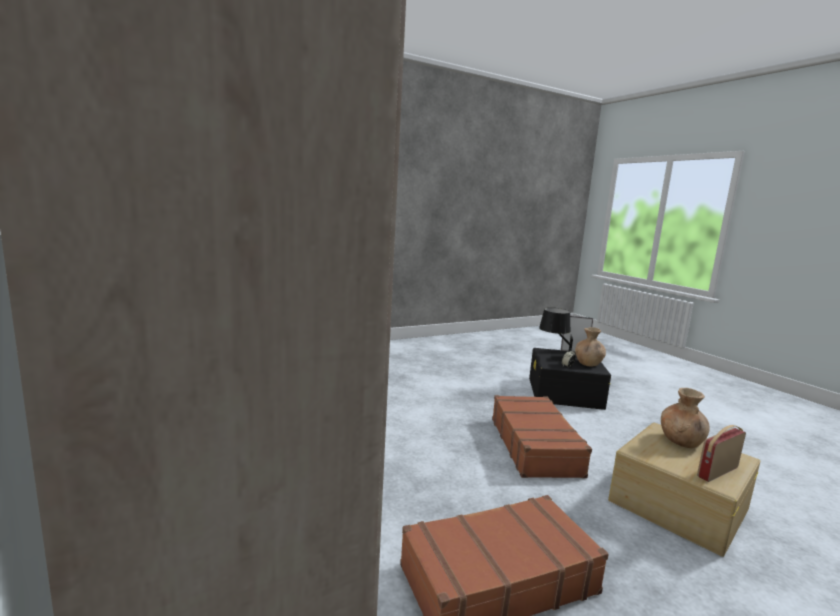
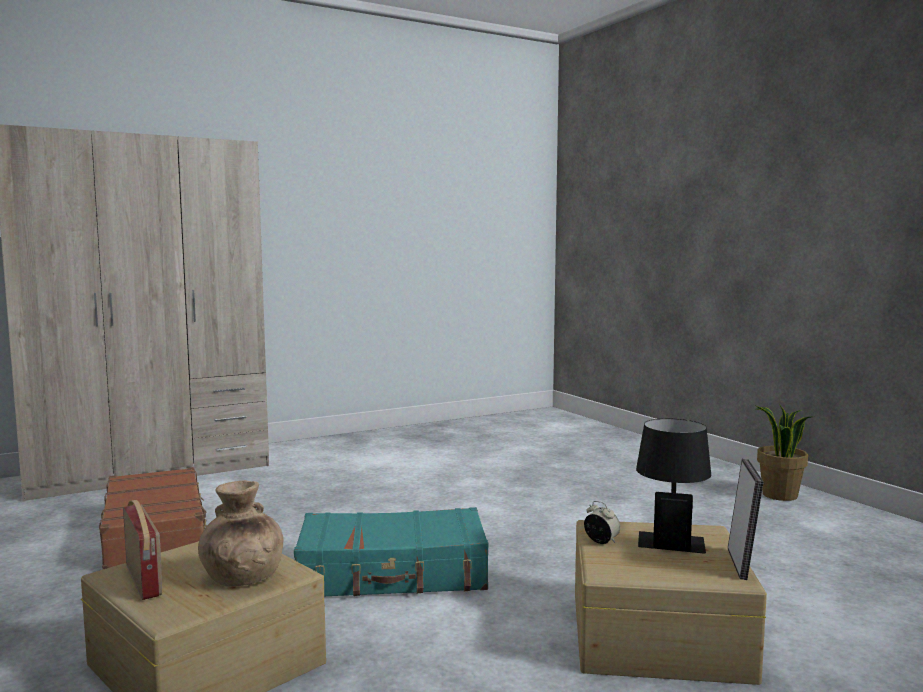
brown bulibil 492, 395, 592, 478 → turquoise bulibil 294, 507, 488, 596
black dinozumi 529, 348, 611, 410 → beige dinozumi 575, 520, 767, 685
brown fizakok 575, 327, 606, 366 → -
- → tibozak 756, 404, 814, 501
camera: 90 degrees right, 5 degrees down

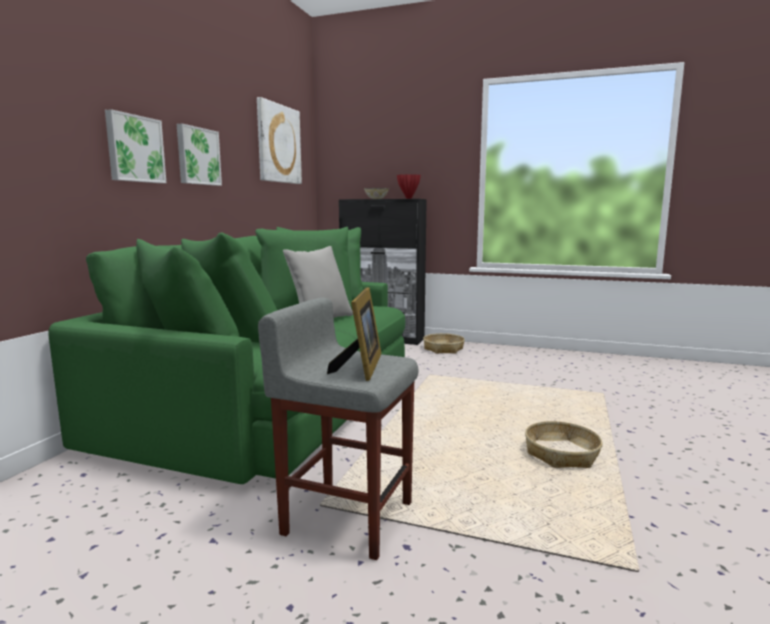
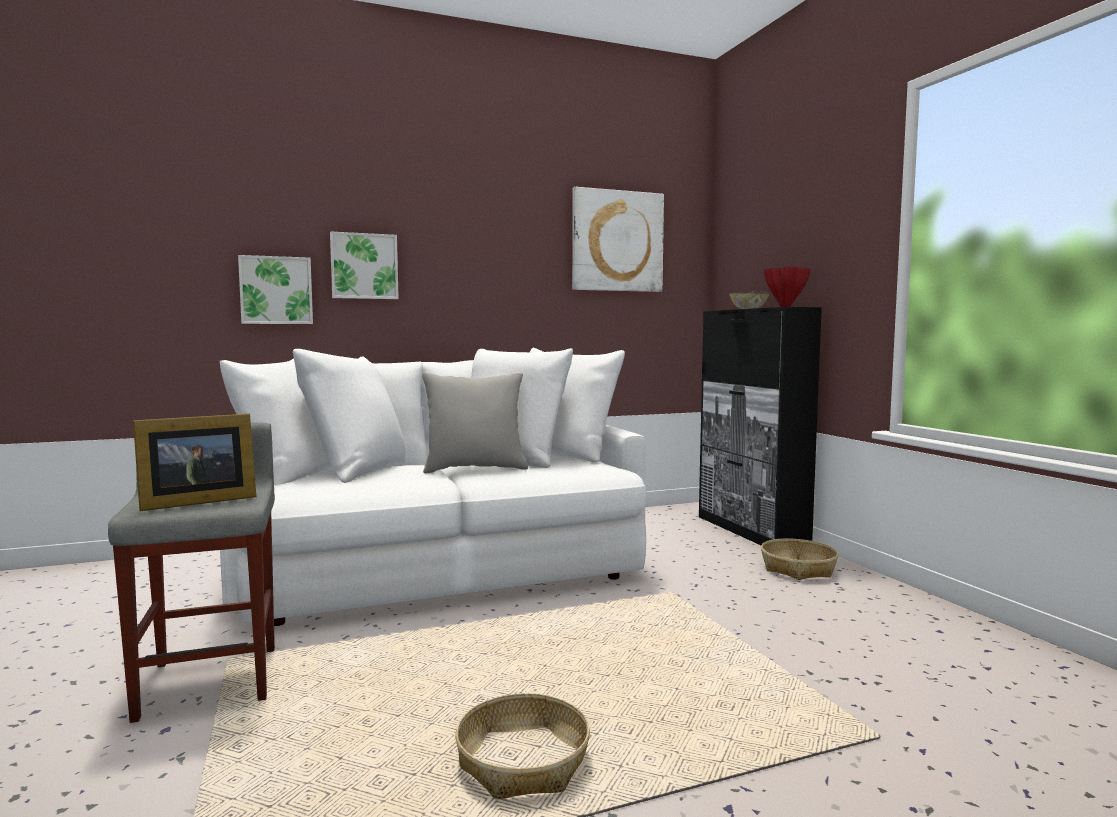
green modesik 48, 227, 405, 484 → white modesik 220, 348, 647, 626
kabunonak 177, 124, 222, 186 → kabunonak 238, 255, 313, 324, shifted
camera: 50 degrees right, 5 degrees down

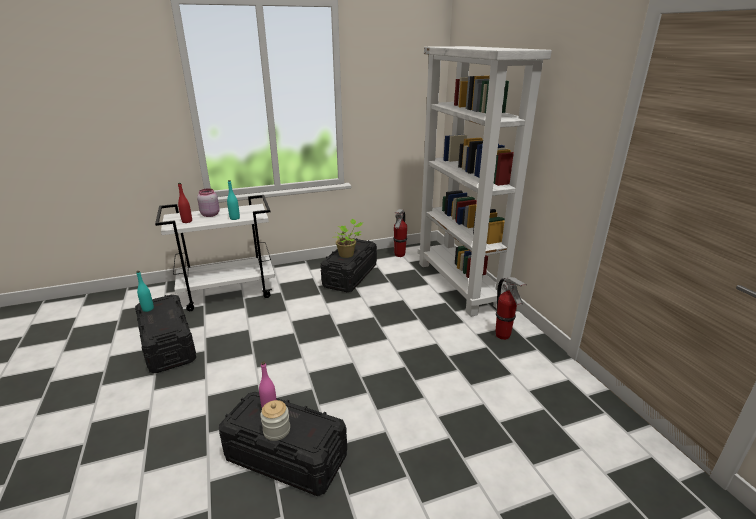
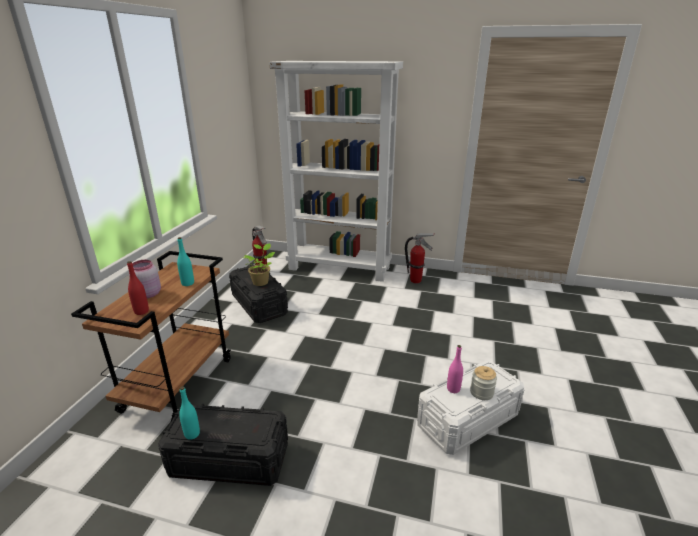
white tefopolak 155, 195, 275, 311 → brown tefopolak 71, 251, 231, 421
black dinozumi 219, 392, 347, 496 → white dinozumi 417, 361, 524, 455
camera: 55 degrees left, 0 degrees up

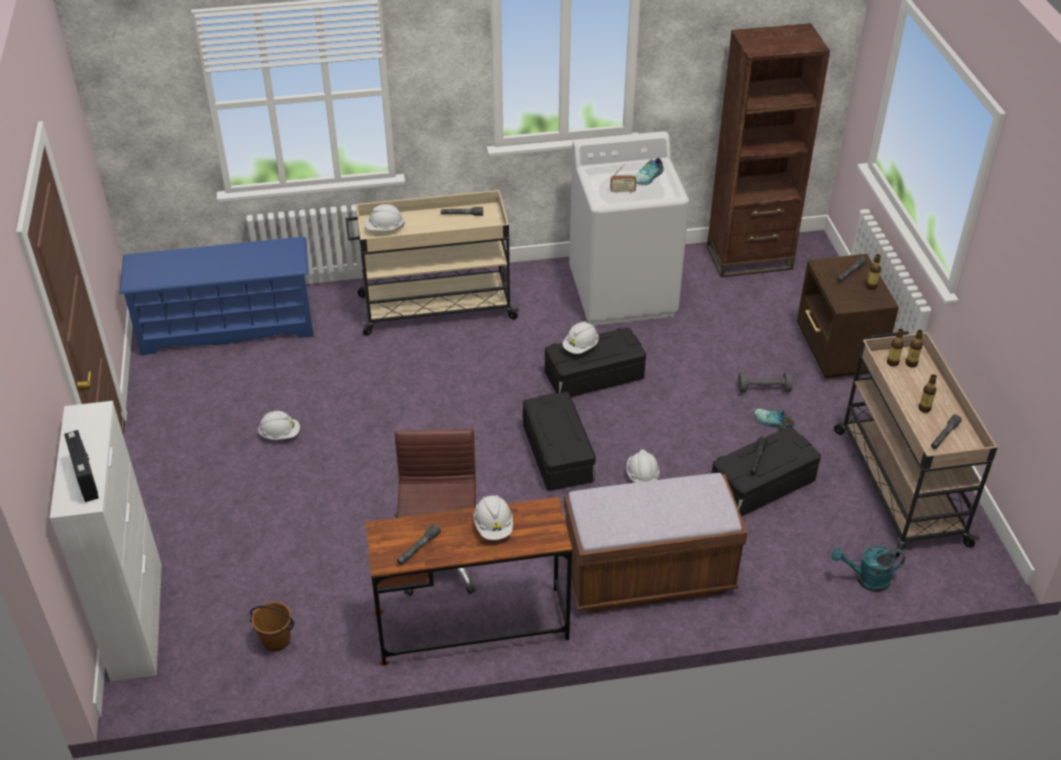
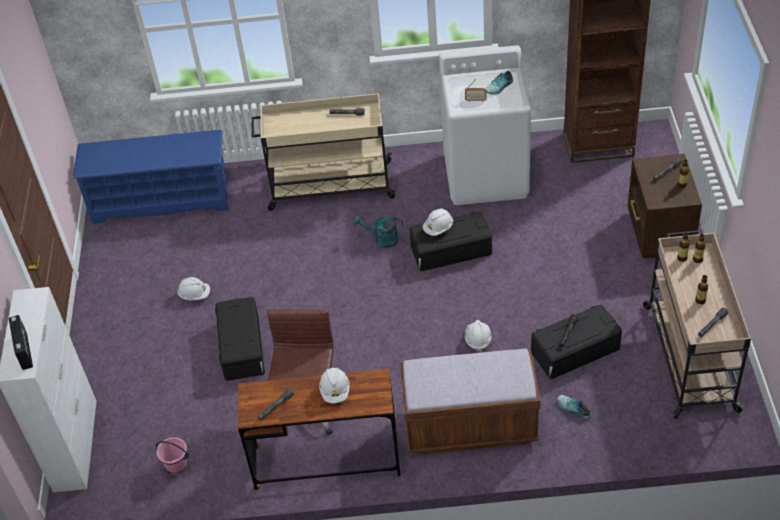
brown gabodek 250, 602, 295, 652 → pink gabodek 156, 437, 189, 475
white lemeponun 365, 204, 405, 231 → -
black dinozumi 523, 392, 596, 491 → black dinozumi 215, 297, 265, 381, shifted
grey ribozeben 738, 372, 793, 392 → -
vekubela 754, 409, 795, 429 → vekubela 557, 395, 592, 419, shifted
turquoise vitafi 832, 546, 905, 592 → turquoise vitafi 353, 216, 403, 248, shifted
camera: 10 degrees right, 5 degrees up

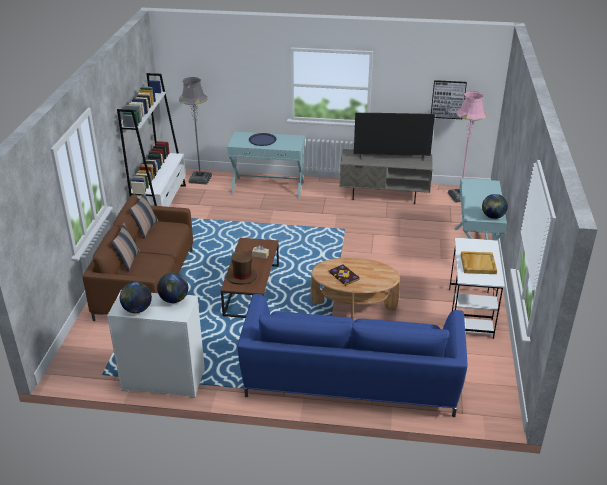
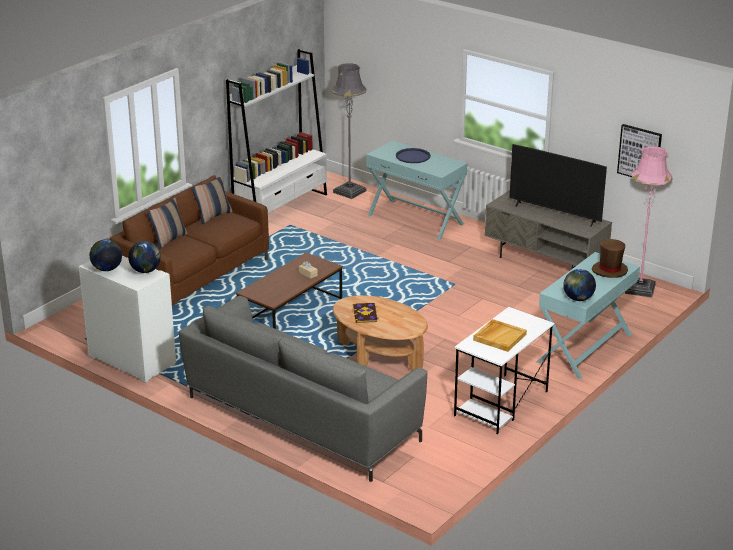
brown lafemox 227, 251, 257, 285 → brown lafemox 592, 239, 628, 278, shifted
blue modesik 237, 294, 468, 417 → grey modesik 179, 296, 427, 482
camera: 30 degrees right, 5 degrees down

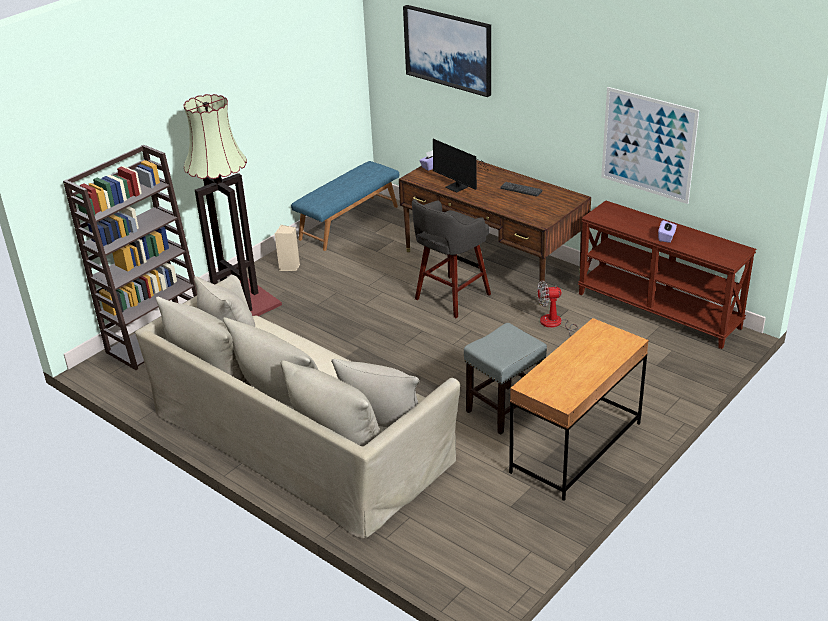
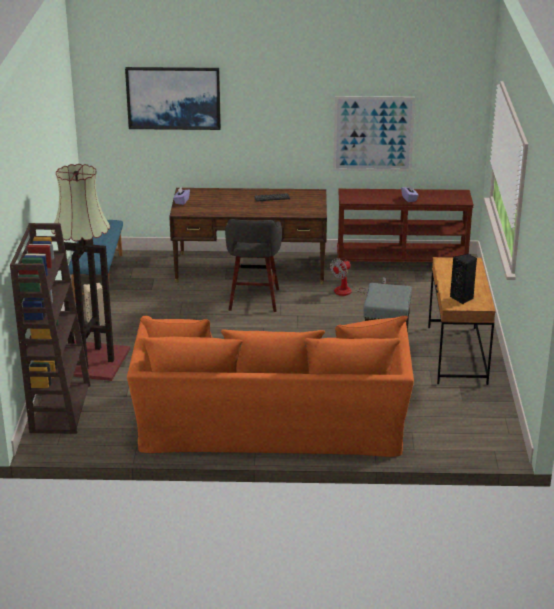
beige modesik 135, 275, 460, 538 → orange modesik 127, 316, 414, 457
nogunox 433, 139, 491, 193 → -
- → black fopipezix 450, 254, 477, 304
camera: 40 degrees left, 5 degrees down

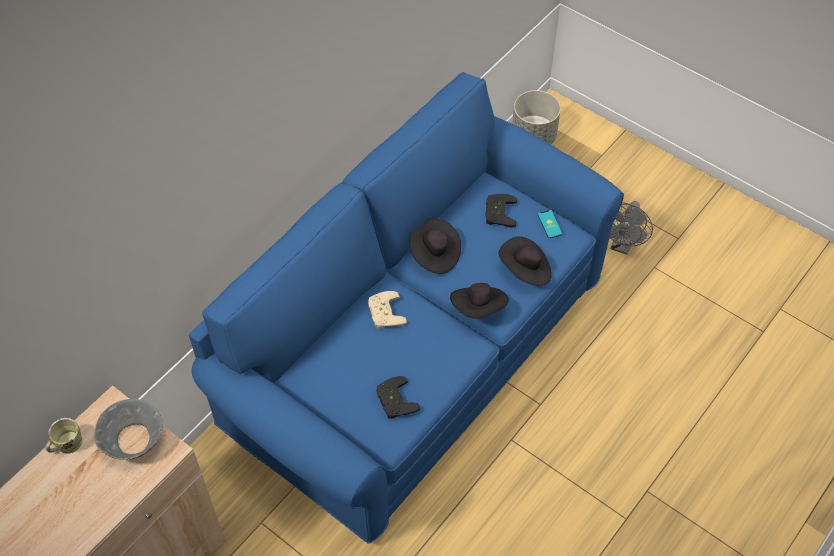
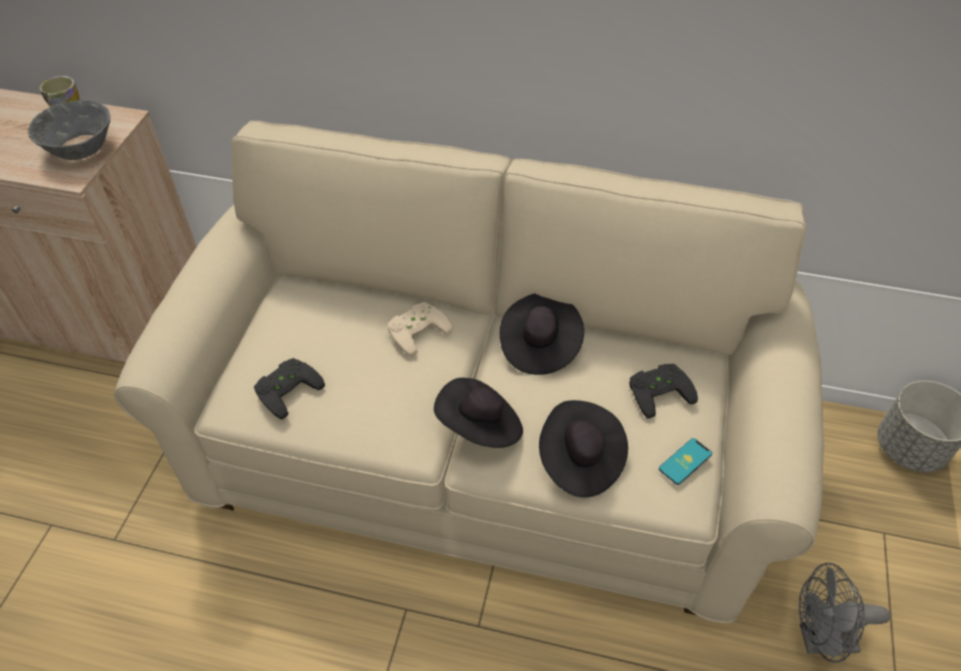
blue modesik 189, 72, 624, 544 → beige modesik 114, 121, 824, 623
camera: 65 degrees right, 5 degrees down

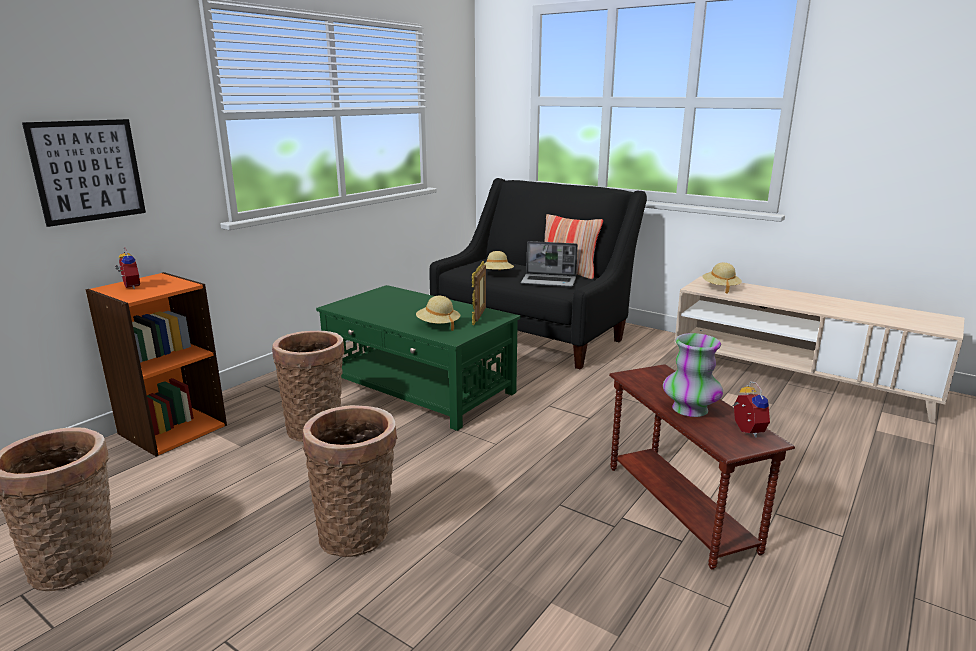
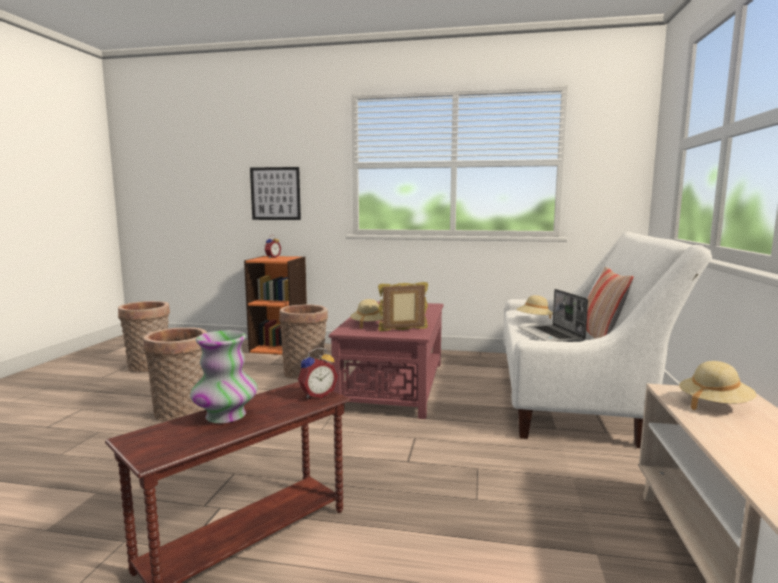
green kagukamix 316, 285, 521, 431 → red kagukamix 329, 301, 443, 419
black modesik 430, 178, 647, 369 → white modesik 504, 232, 713, 448
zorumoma 733, 381, 770, 437 → zorumoma 298, 348, 338, 399, shifted
camera: 65 degrees right, 10 degrees down

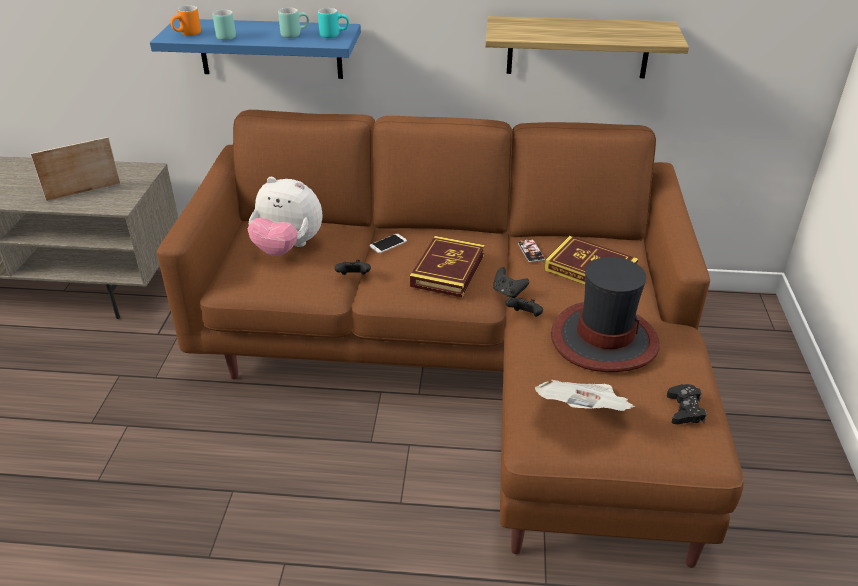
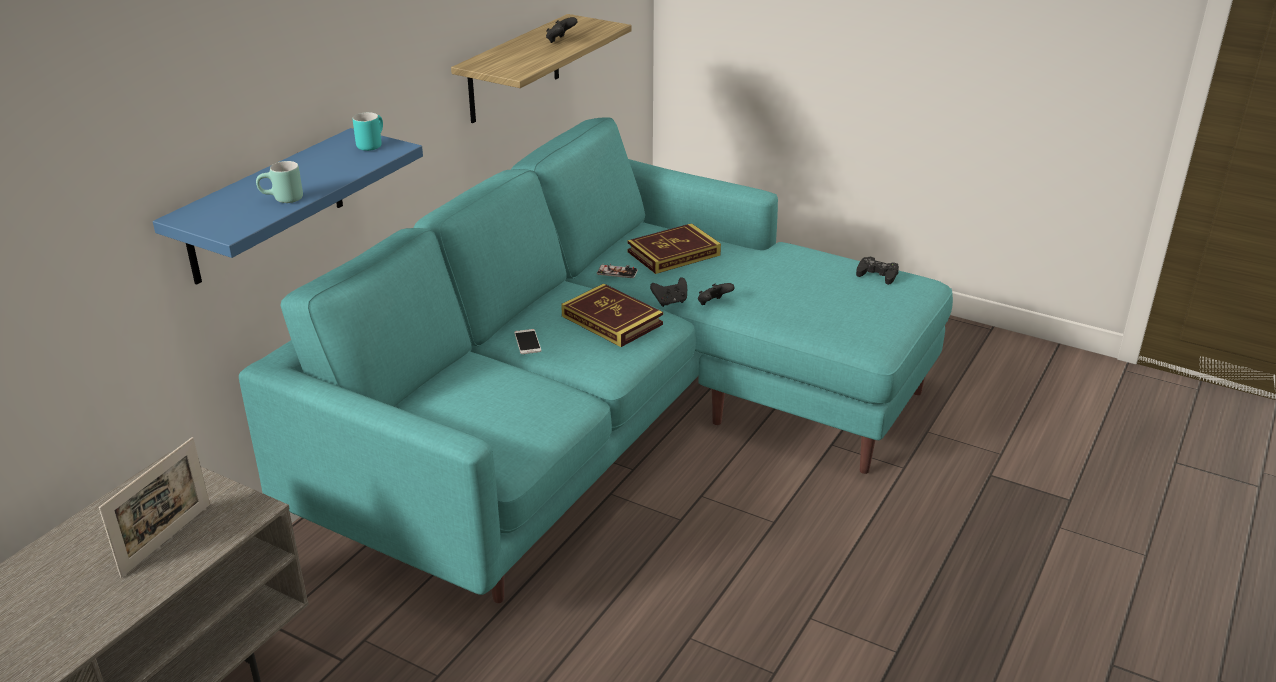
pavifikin 30, 137, 121, 201 → pavifikin 99, 437, 210, 578, 150 degrees counterclockwise
brown modesik 157, 110, 744, 568 → turquoise modesik 239, 118, 953, 603
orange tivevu 170, 6, 201, 36 → -
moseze 248, 177, 323, 256 → -
turquoise tivevu 278, 8, 309, 38 → -
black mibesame 335, 260, 371, 275 → black mibesame 546, 17, 578, 43, shifted
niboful 535, 380, 635, 411 → -
lafemox 551, 257, 659, 372 → -
camera: 65 degrees left, 5 degrees down

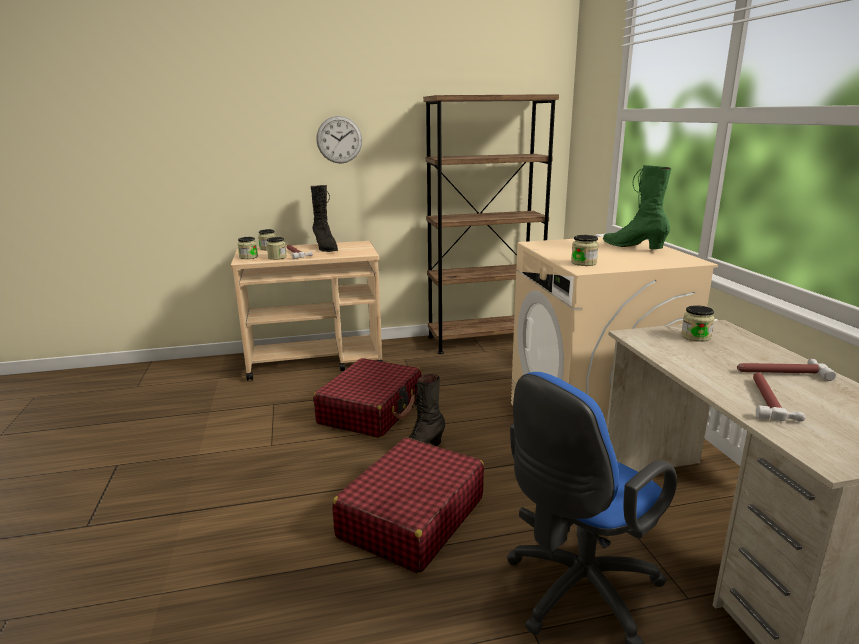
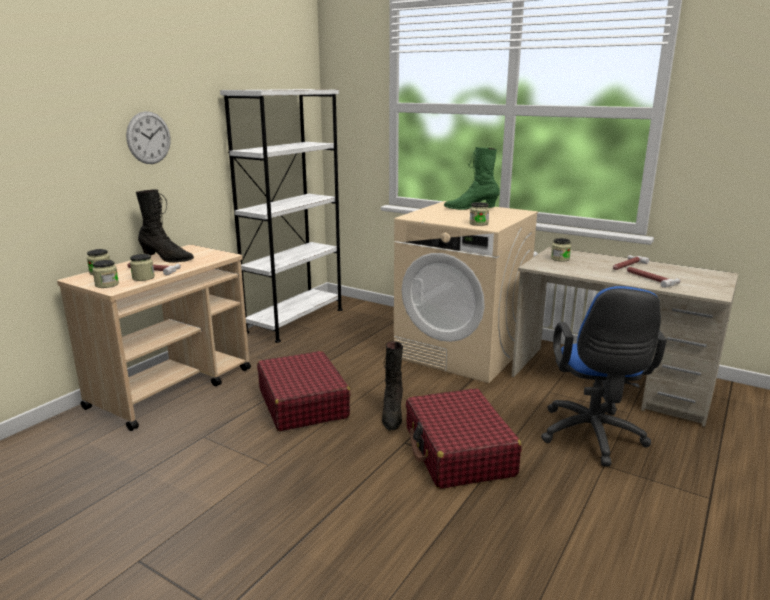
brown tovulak 423, 94, 559, 354 → white tovulak 220, 89, 343, 343
camera: 45 degrees left, 0 degrees up

